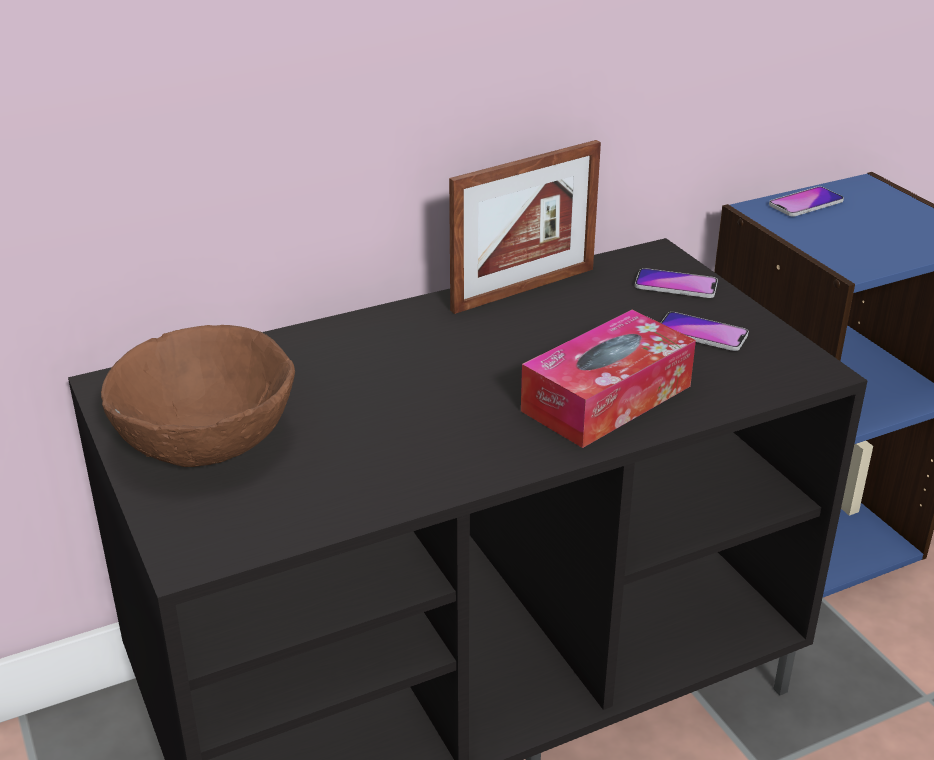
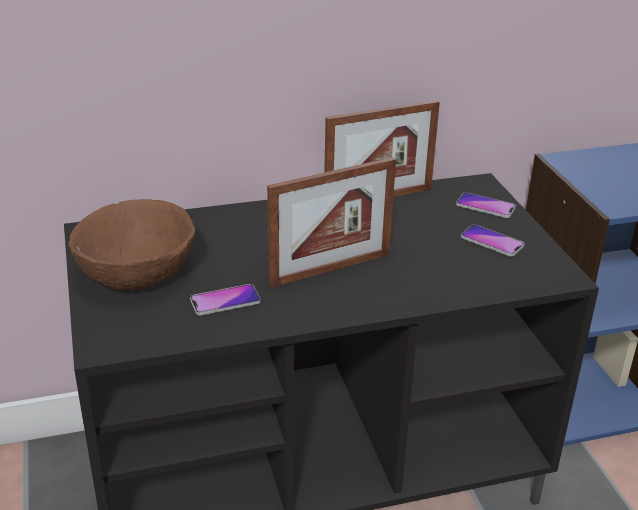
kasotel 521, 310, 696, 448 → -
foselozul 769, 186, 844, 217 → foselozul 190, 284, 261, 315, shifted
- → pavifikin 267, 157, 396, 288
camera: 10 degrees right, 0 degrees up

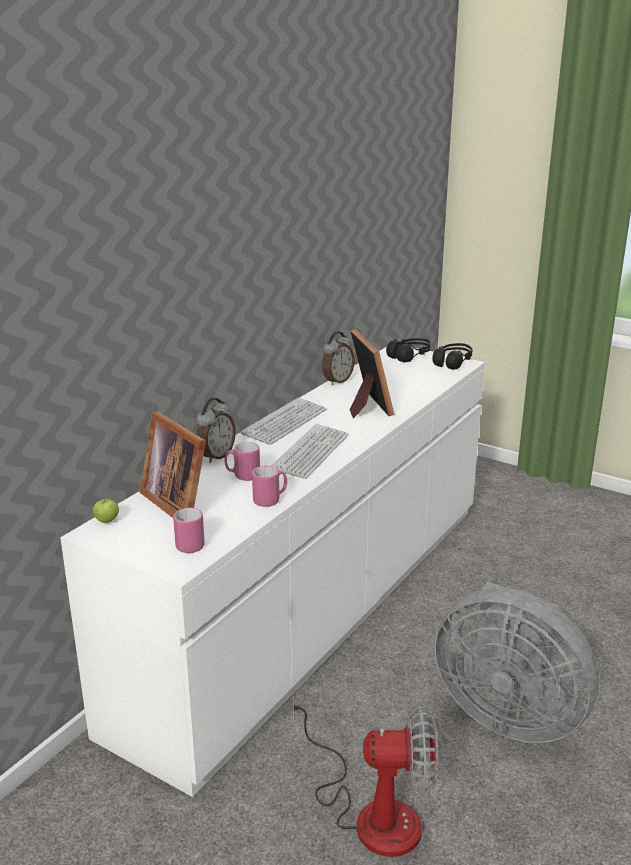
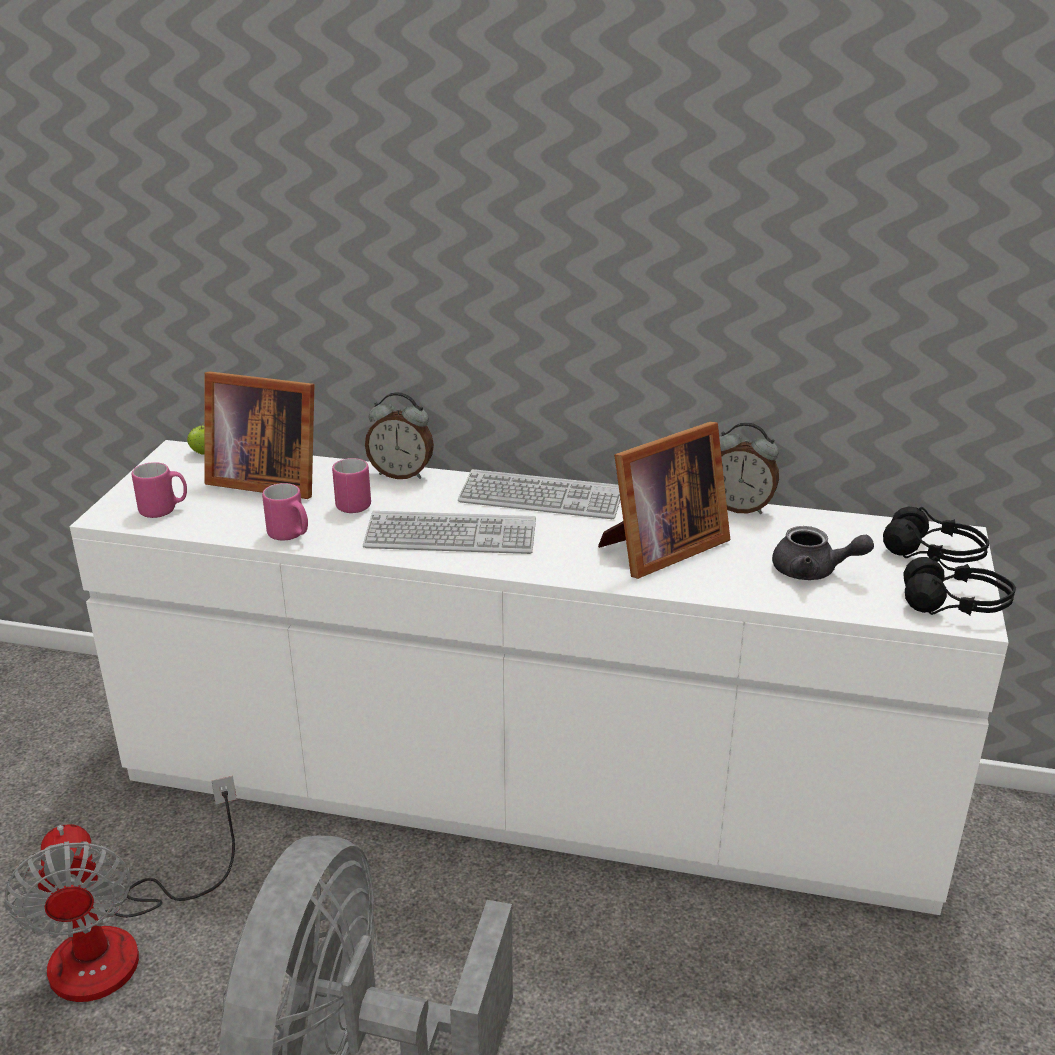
pavifikin 140, 412, 206, 518 → pavifikin 204, 371, 315, 499, 105 degrees counterclockwise
- → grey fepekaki 772, 526, 874, 580
camera: 70 degrees right, 5 degrees up

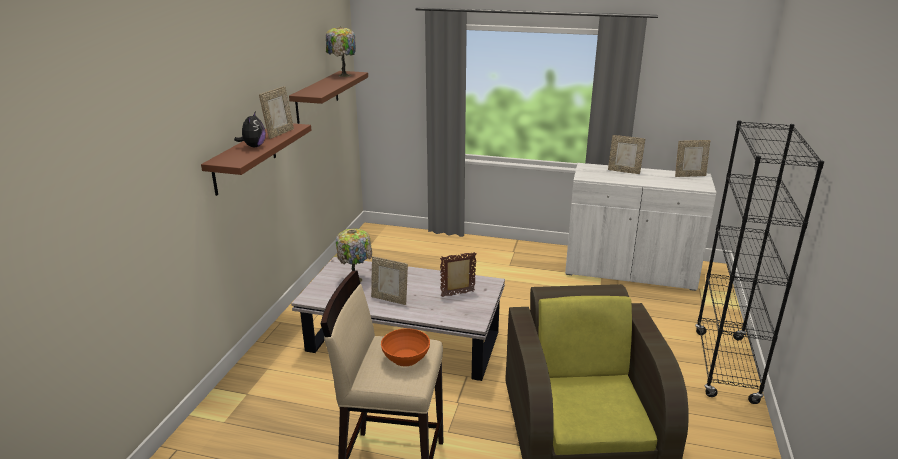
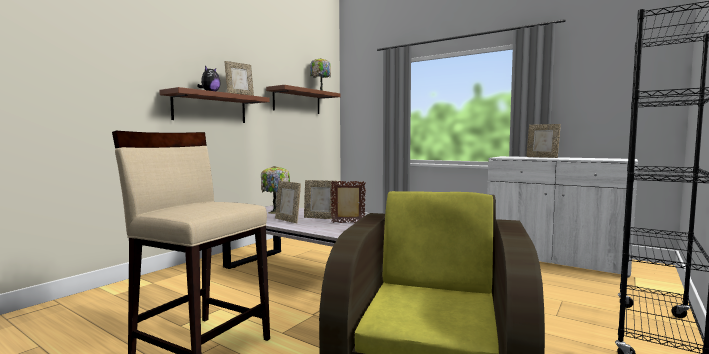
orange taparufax 381, 328, 430, 366 → -
pavifikin 675, 140, 710, 177 → pavifikin 304, 180, 338, 219, shifted
camera: 20 degrees right, 20 degrees down

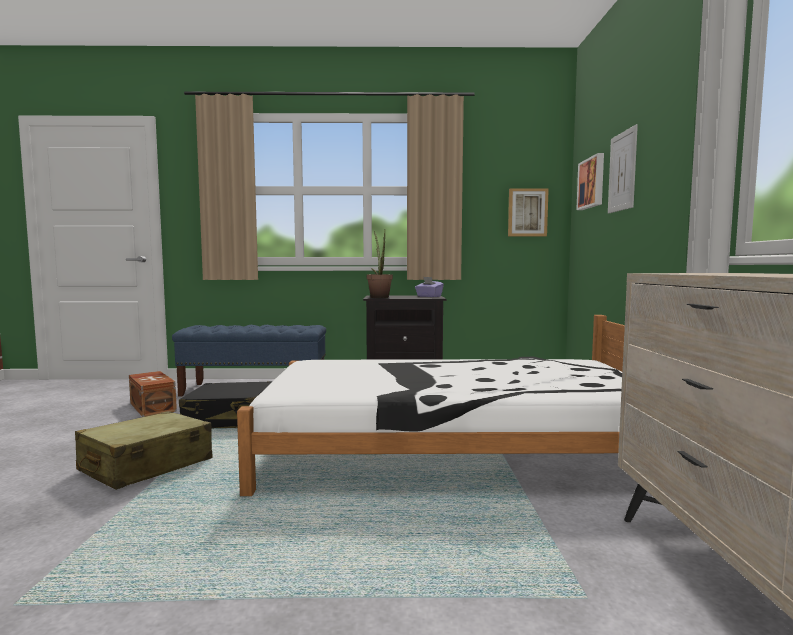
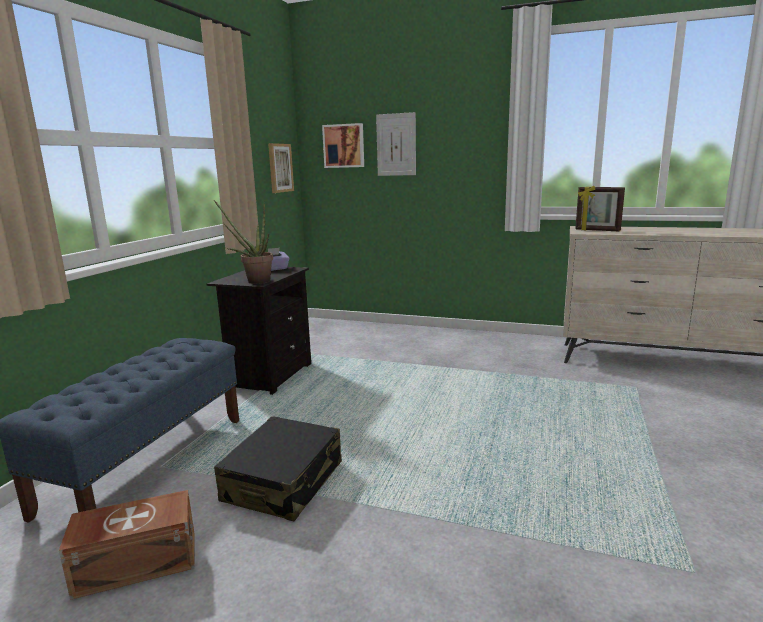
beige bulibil 75, 411, 213, 490 → -
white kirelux 237, 315, 625, 496 → -
- → pavifikin 575, 186, 625, 231
camera: 70 degrees left, 10 degrees up

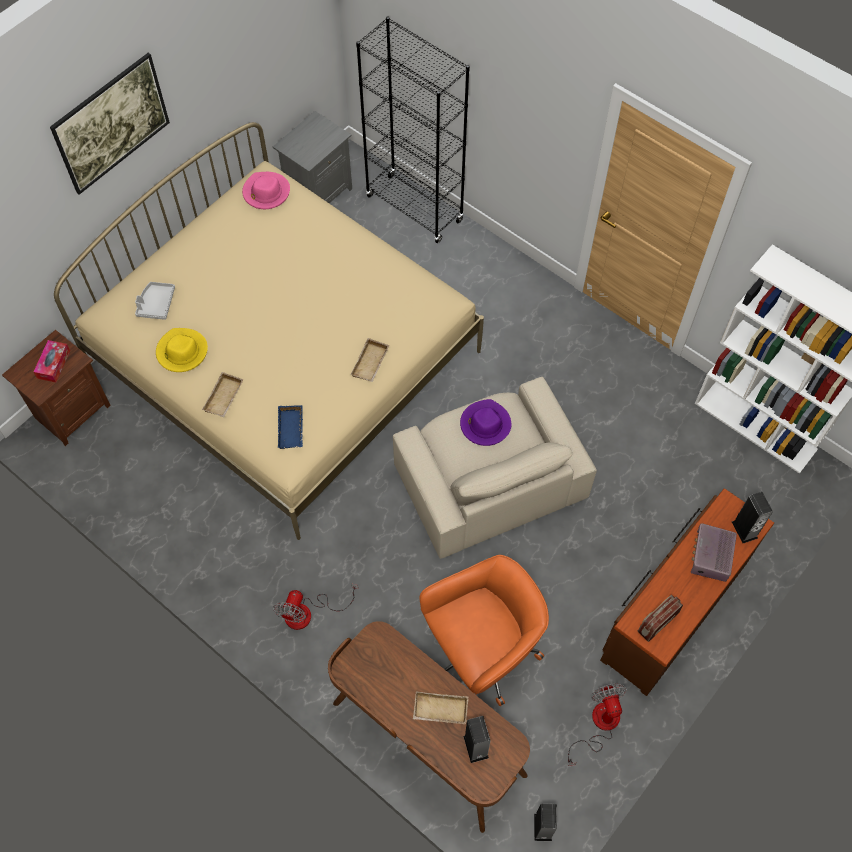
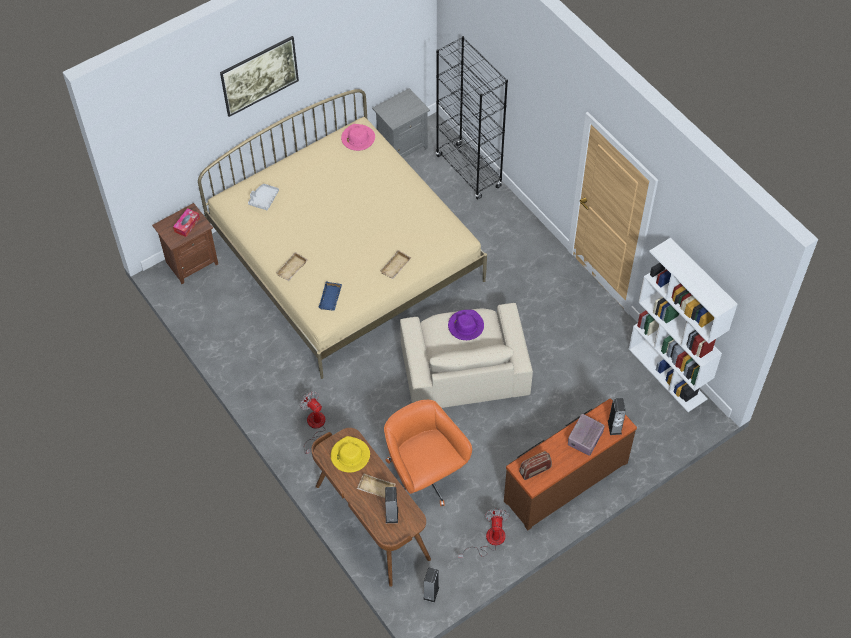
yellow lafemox 156, 328, 208, 372 → yellow lafemox 331, 436, 370, 473, shifted
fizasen 273, 583, 358, 630 → fizasen 300, 391, 326, 455, 105 degrees clockwise
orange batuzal 420, 555, 549, 706 → orange batuzal 384, 400, 472, 506, 105 degrees counterclockwise
camera: 15 degrees right, 5 degrees down

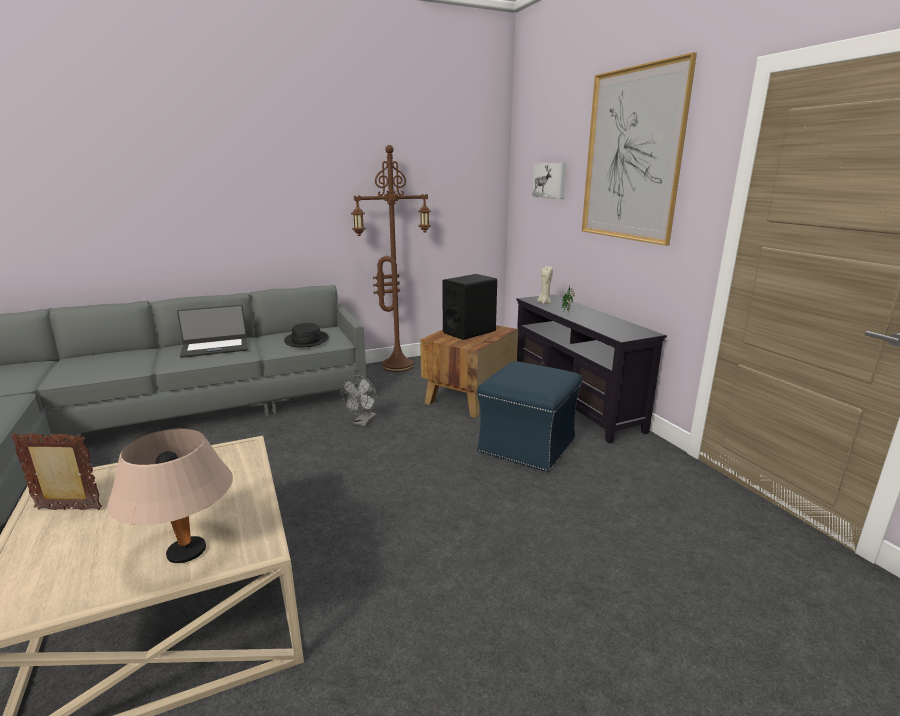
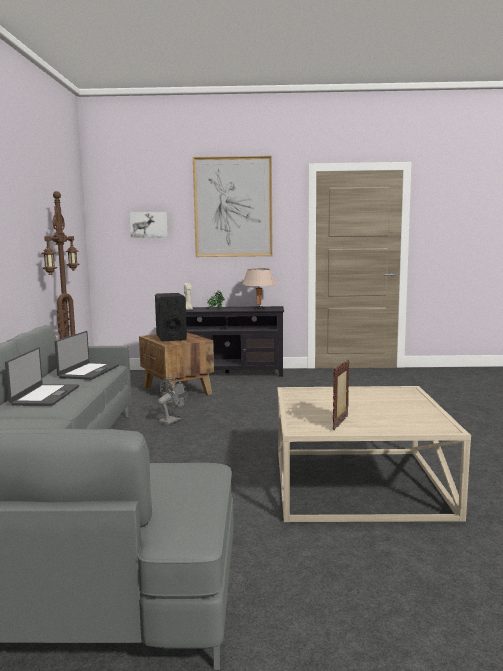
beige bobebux 107, 428, 233, 563 → beige bobebux 242, 269, 276, 309, shifted
black lafemox 284, 323, 329, 348 → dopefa 55, 331, 119, 380
grey fizasen 341, 375, 377, 426 → grey fizasen 158, 377, 188, 425, 105 degrees counterclockwise
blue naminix 477, 361, 582, 472 → -
camera: 65 degrees left, 10 degrees down

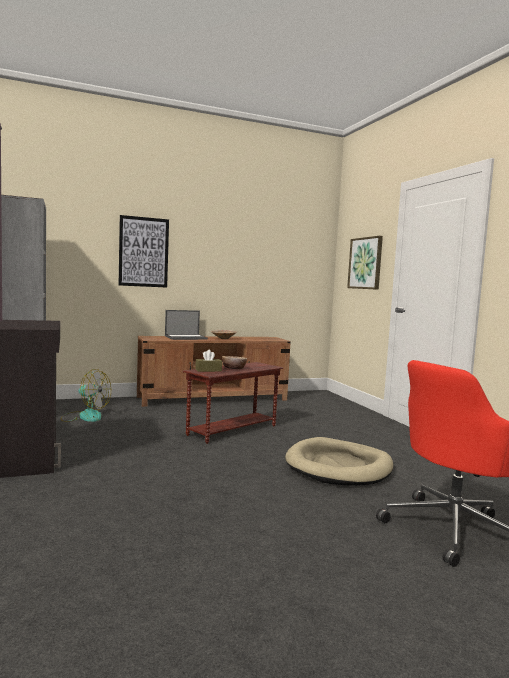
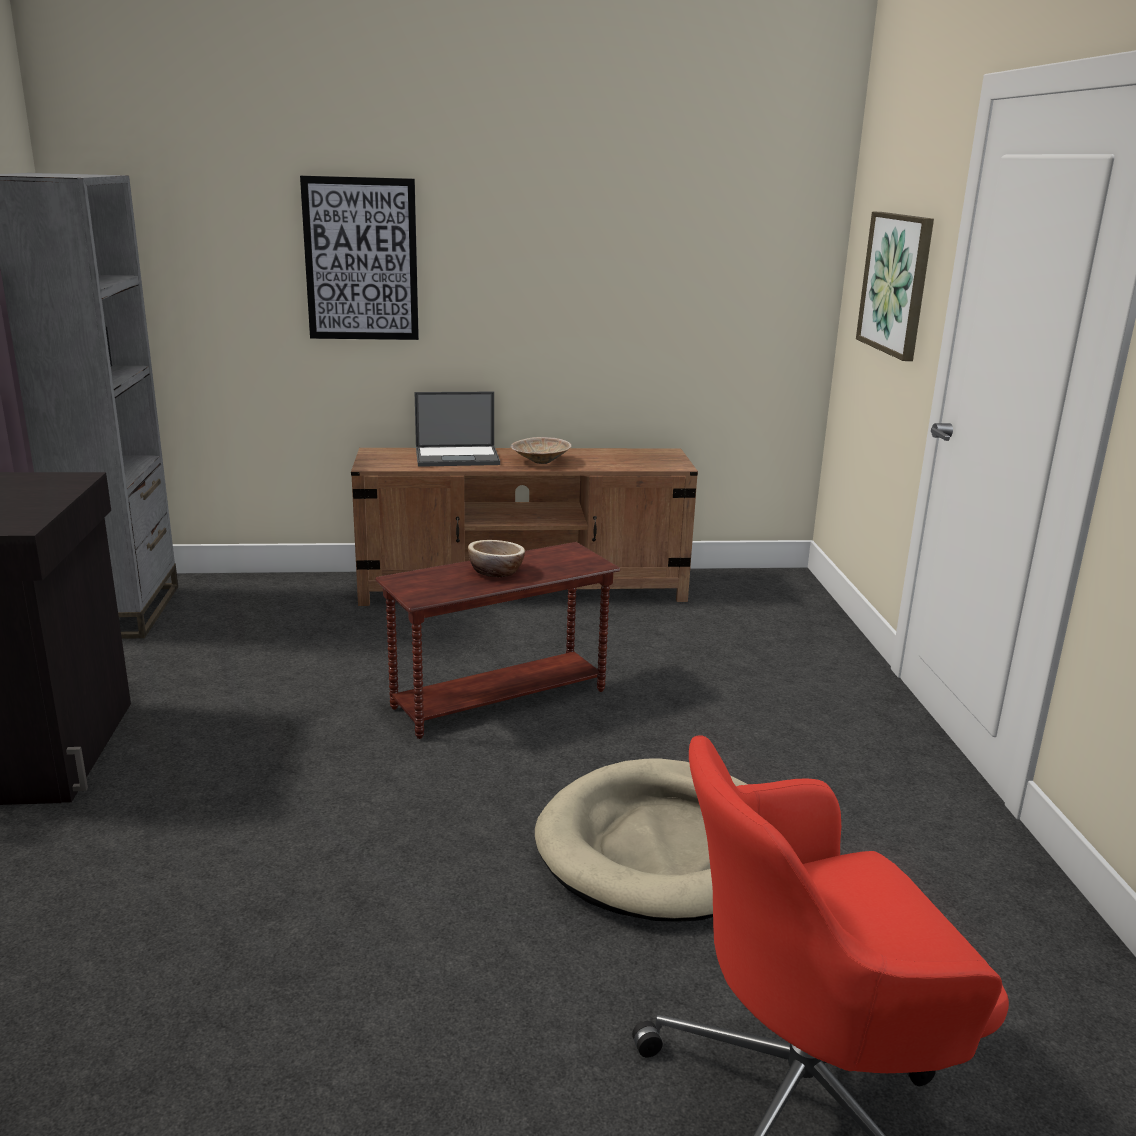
fizasen 61, 369, 111, 422 → -
brown kasotel 195, 350, 222, 372 → -
camera: 15 degrees right, 15 degrees up

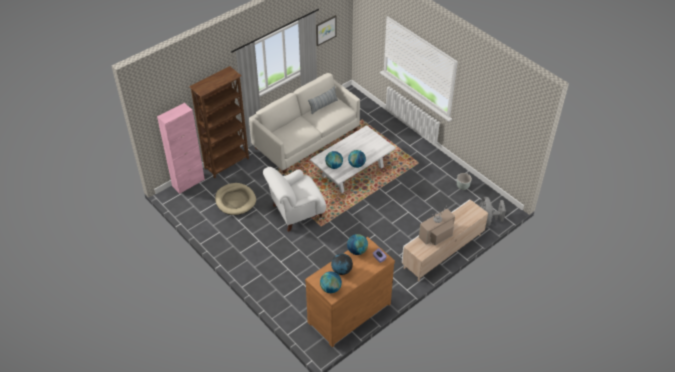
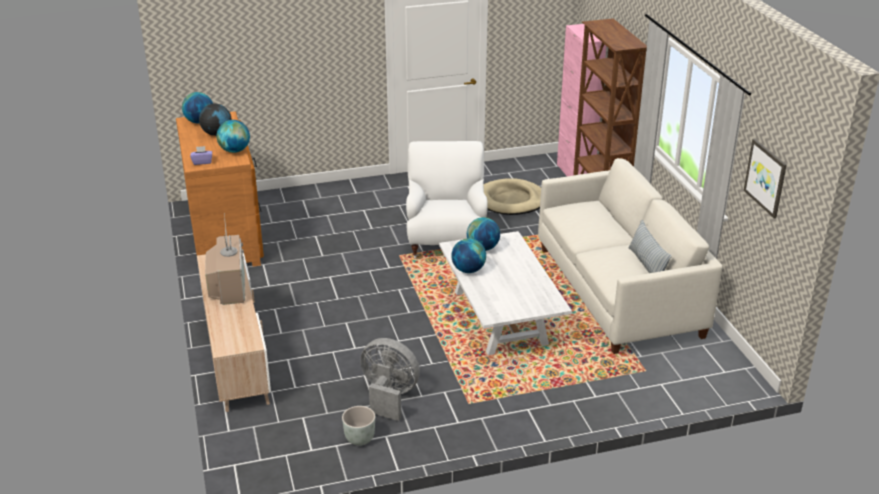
grey fizasen 480, 197, 506, 227 → grey fizasen 360, 338, 420, 421, shifted
camera: 115 degrees right, 15 degrees down

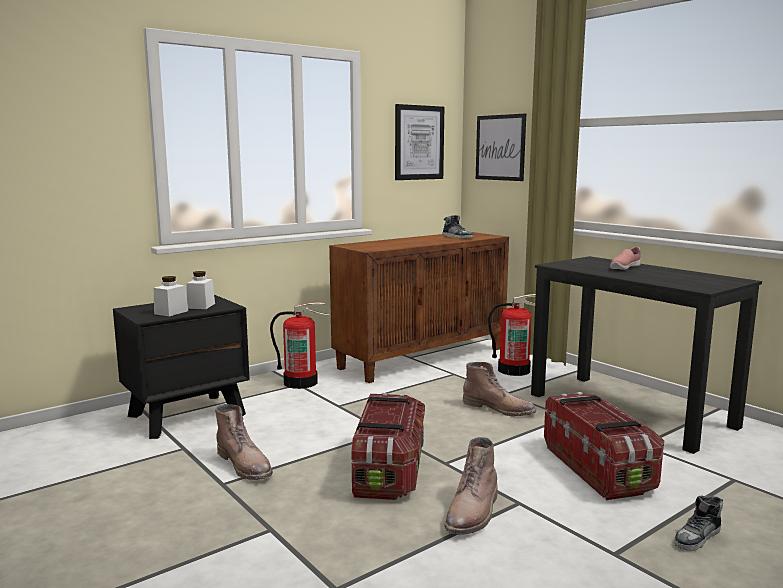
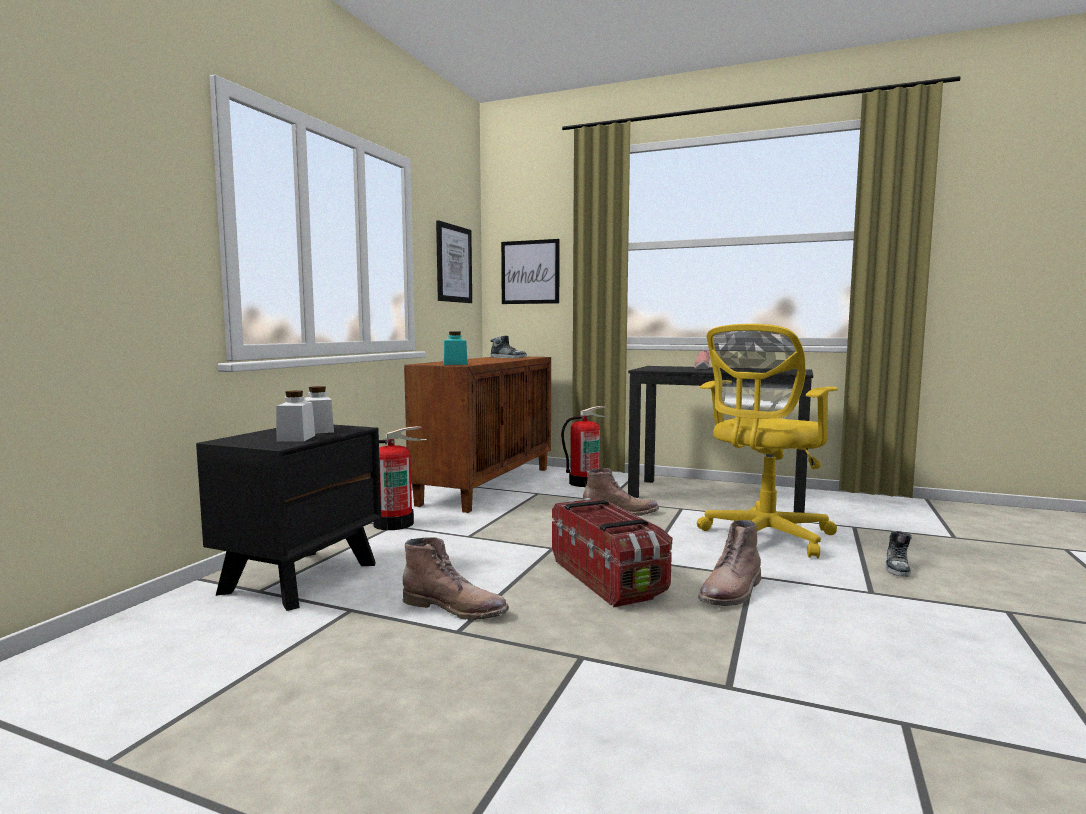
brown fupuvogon 444, 437, 498, 535 → brown fupuvogon 698, 520, 762, 606, 45 degrees clockwise
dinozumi 544, 392, 664, 500 → yellow batuzal 697, 324, 838, 559
- → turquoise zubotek 444, 332, 468, 365
camera: 30 degrees left, 5 degrees down

